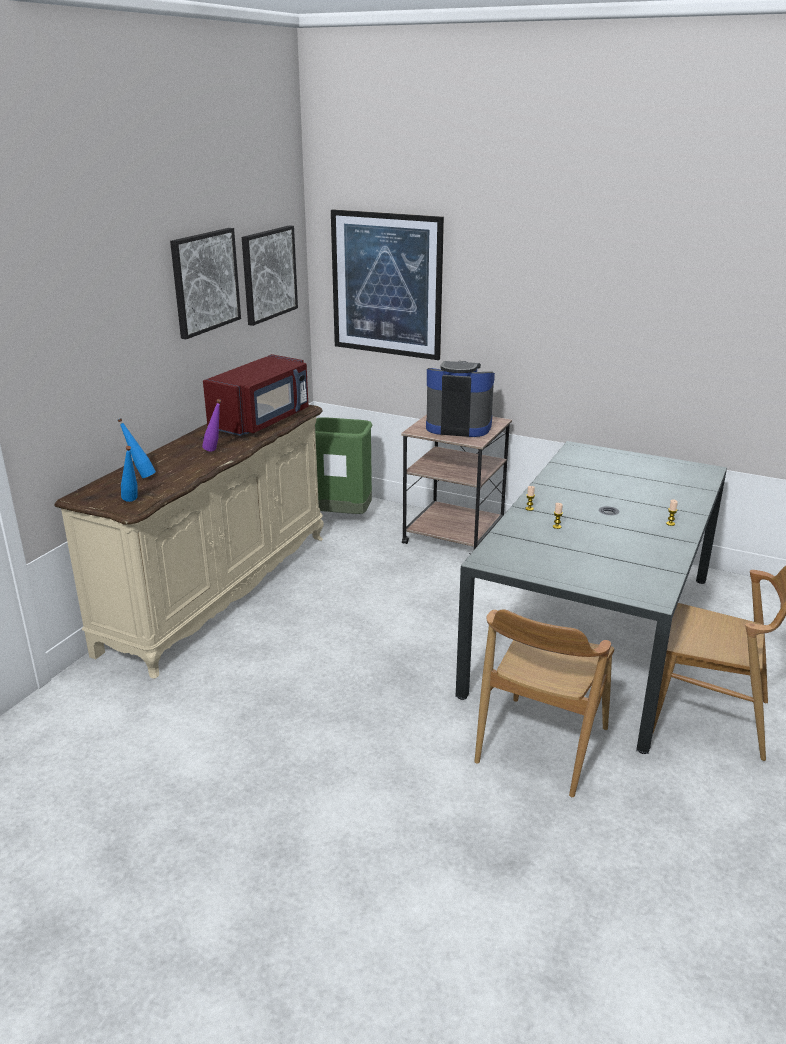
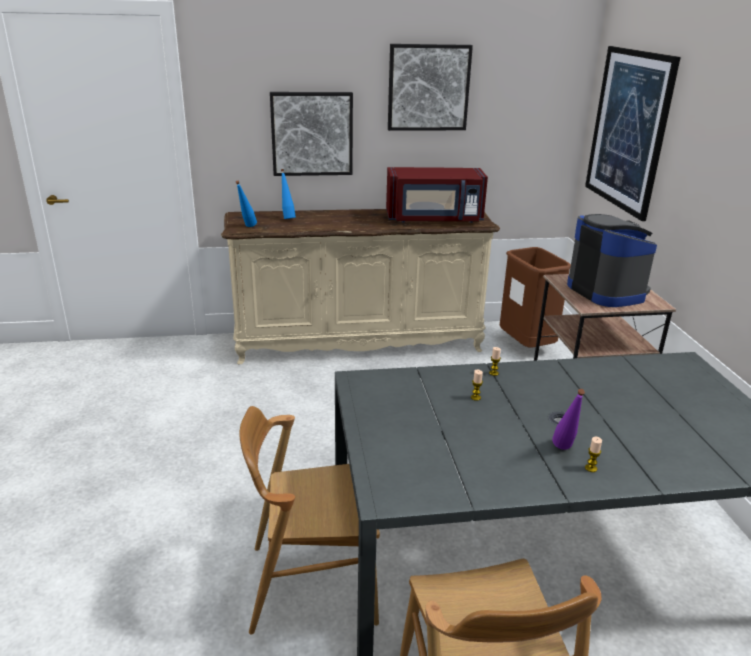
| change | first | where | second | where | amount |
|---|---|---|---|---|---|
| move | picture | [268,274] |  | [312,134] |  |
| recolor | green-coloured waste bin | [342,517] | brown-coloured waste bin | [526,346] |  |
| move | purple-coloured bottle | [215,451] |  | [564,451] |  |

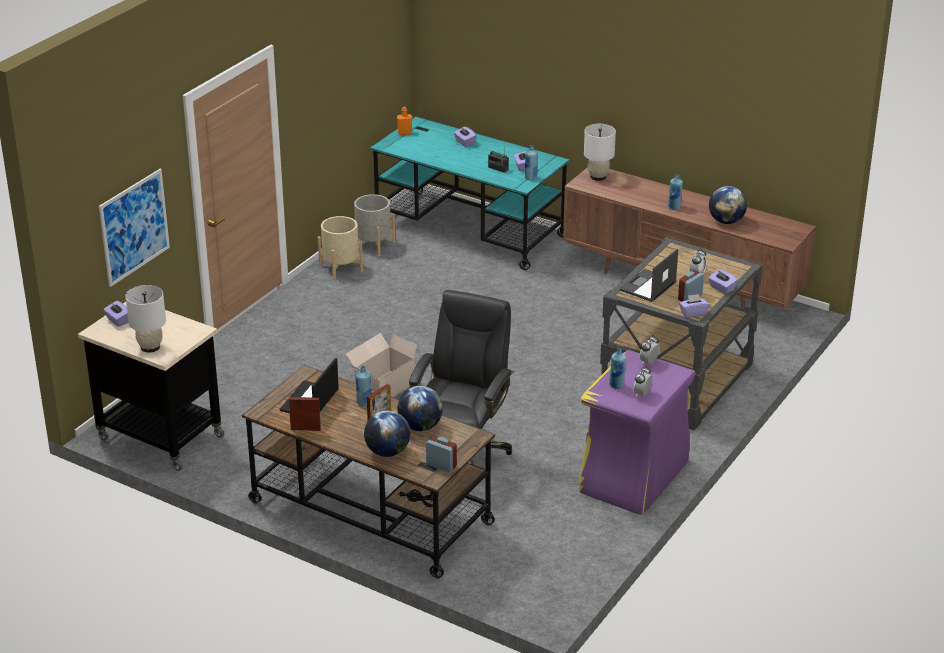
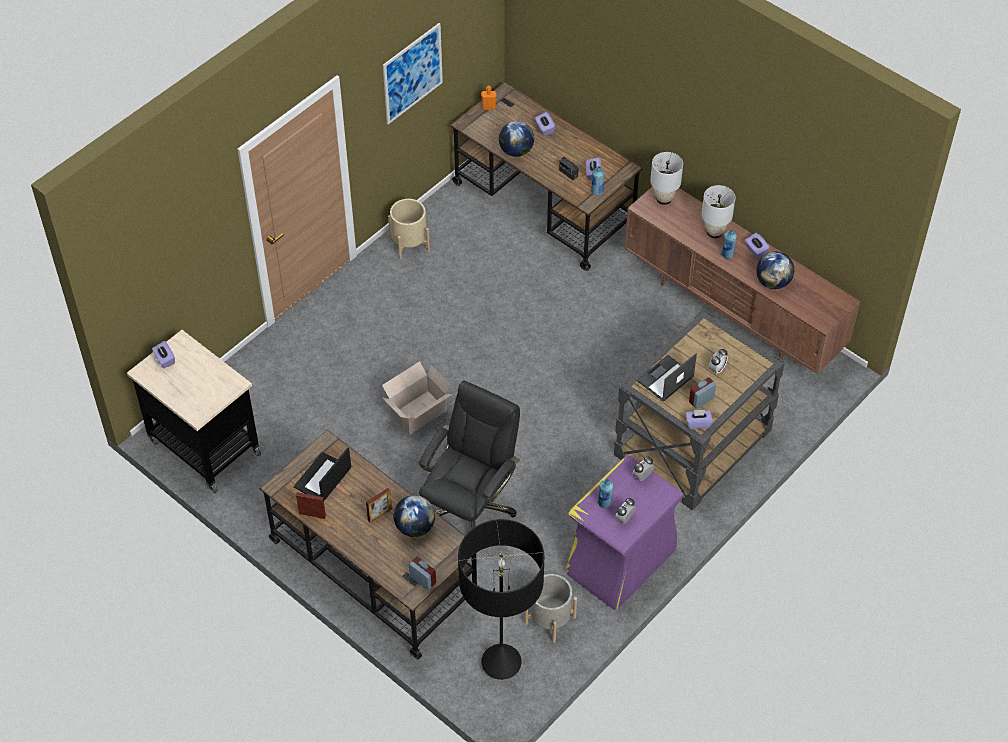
| change | first | where | second | where | amount |
|---|---|---|---|---|---|
| move | picture | [134,227] |  | [412,73] |  |
| recolor | turquoise-coloured desk unit | [469,229] | brown-coloured desk unit | [543,205] |  |
| insert |  |  | black standing lamp | [501,664] |  |
| move | desk globe | [387,452] |  | [516,151] |  |
| move | grey plant pot | [373,245] |  | [550,620] |  |
| move | whitish lamp for a table | [150,347] |  | [714,232] |  |
| move | purple-coloured tissue holder | [721,288] |  | [755,250] |  |
| delete | bluish bottle | [364,403] |  |  |  |

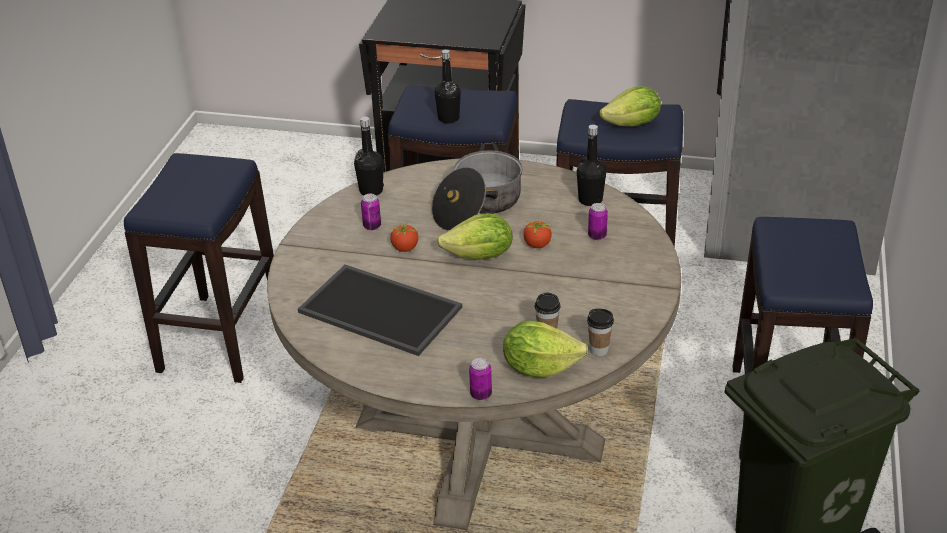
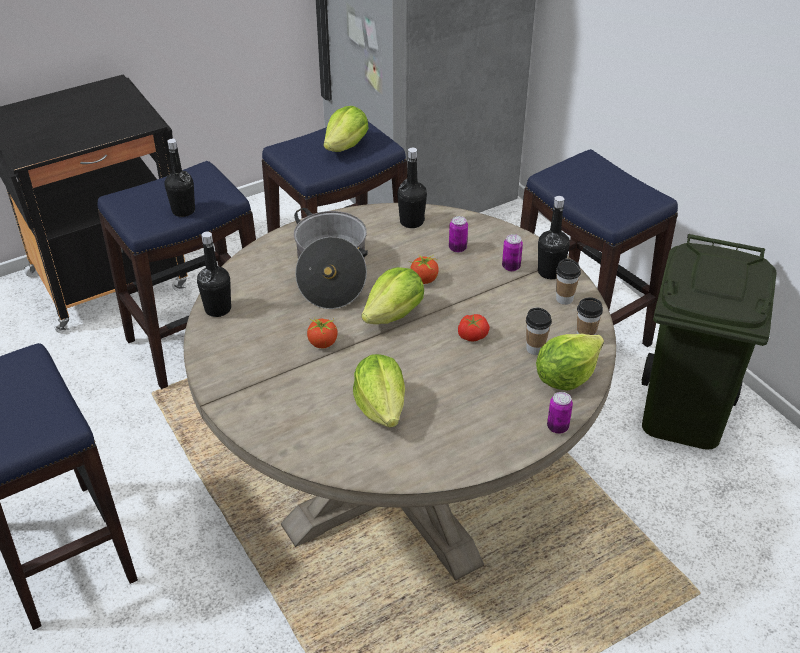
| change | first | where | second | where | amount |
|---|---|---|---|---|---|
| replace | carrying tray | [382,309] | head of lettuce | [381,407] |  |
| insert |  |  | tomato | [472,335] |  |
| move | sealed can | [372,226] |  | [511,267] |  |
| insert |  |  | black bottle | [550,272] |  |
| insert |  |  | cup | [564,299] |  |

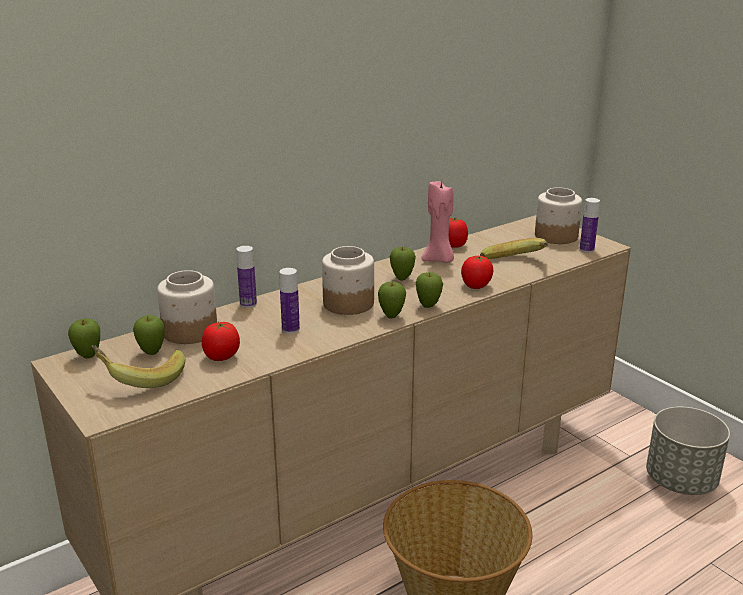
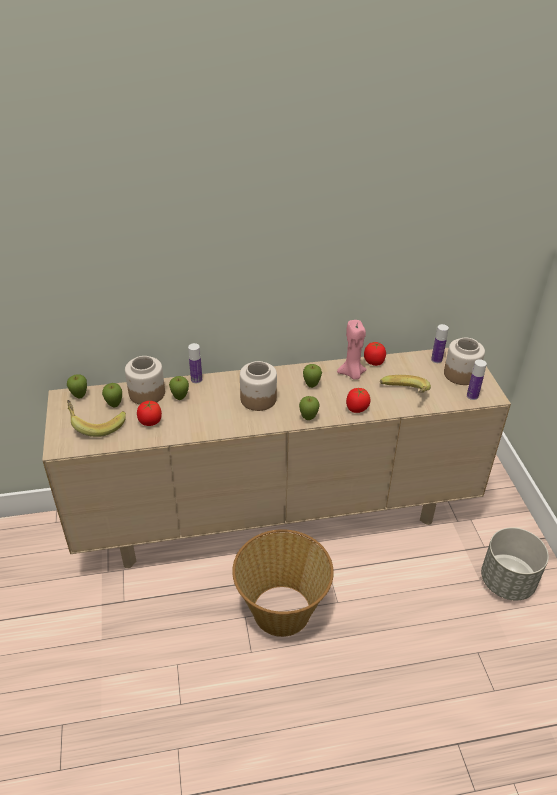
| change | first | where | second | where | amount |
|---|---|---|---|---|---|
| move | whole apple | [391,316] |  | [180,398] |  |
| move | bottle | [290,329] |  | [436,360] |  |

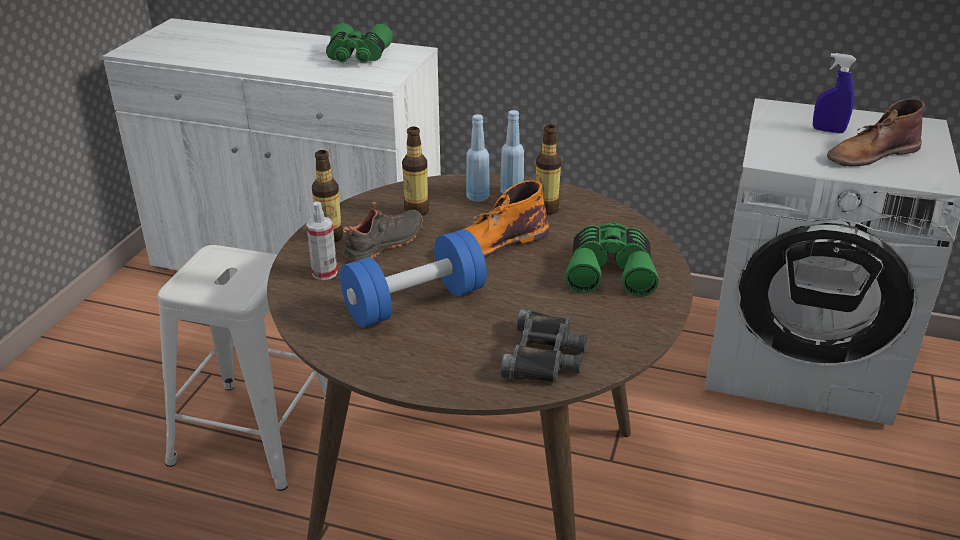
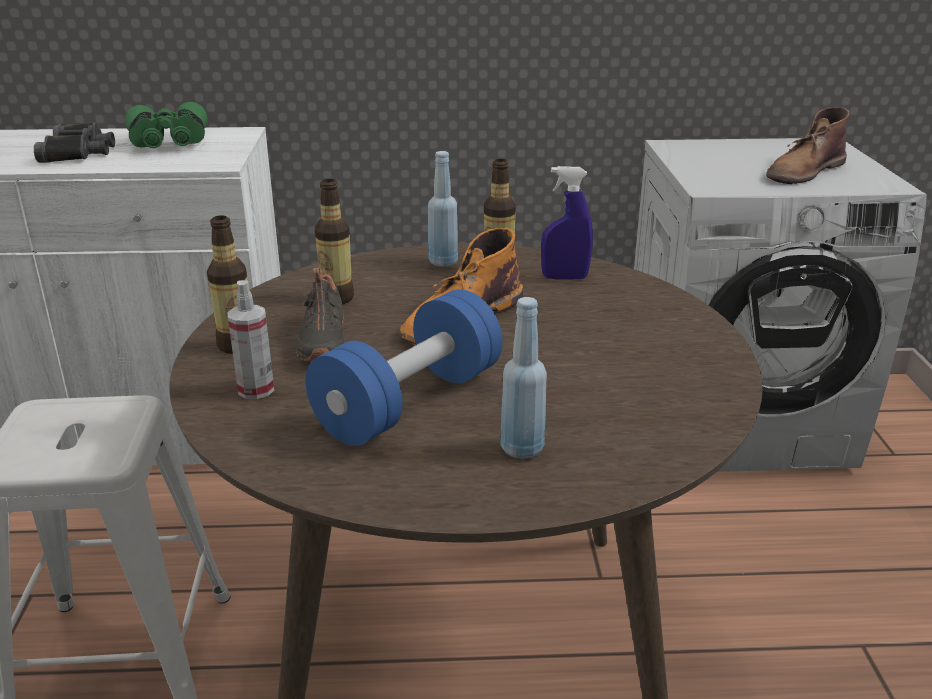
| change | first | where | second | where | amount |
|---|---|---|---|---|---|
| move | black binoculars | [544,356] |  | [78,152] |  |
| rotate | black item of footwear | [386,244] |  | [321,341] | 150 degrees clockwise |
| move | bluish bottle | [477,197] |  | [521,448] |  |
| move | bluish sprayer | [828,130] |  | [564,277] |  |
| delete | green-coloured binoculars | [610,271] |  |  |  |

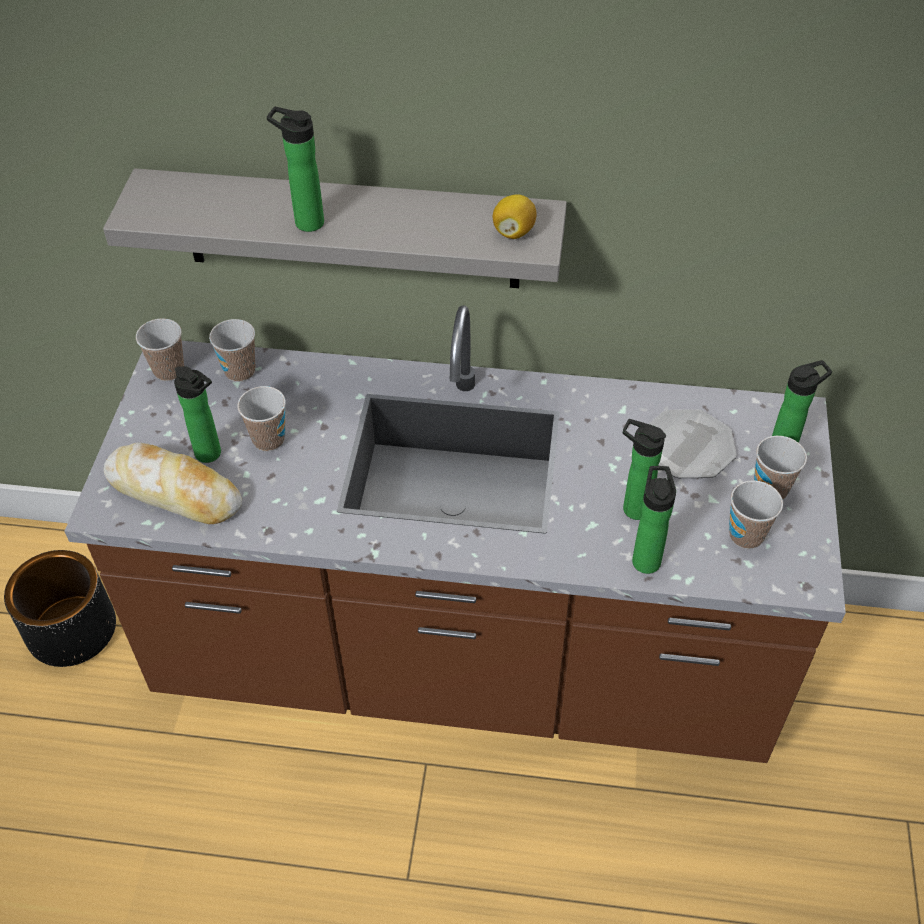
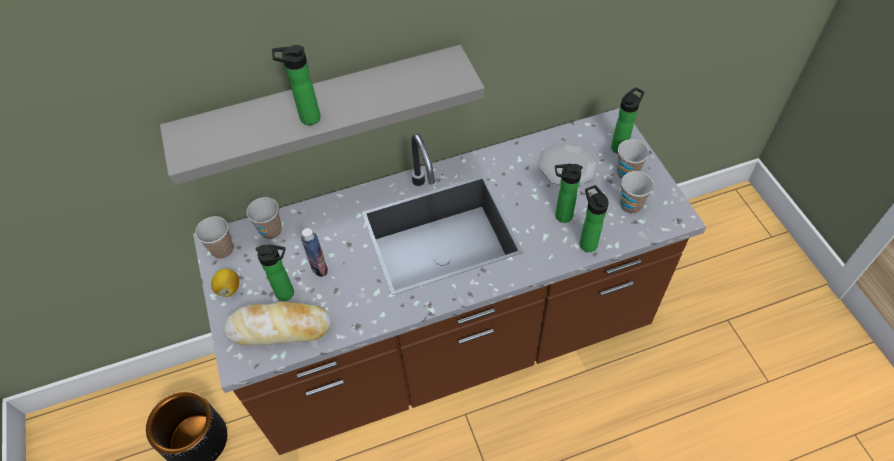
| change | first | where | second | where | amount |
|---|---|---|---|---|---|
| move | whole lemon | [514,232] |  | [228,288] |  |
| replace | cup | [268,440] | bottle | [319,267] |  |

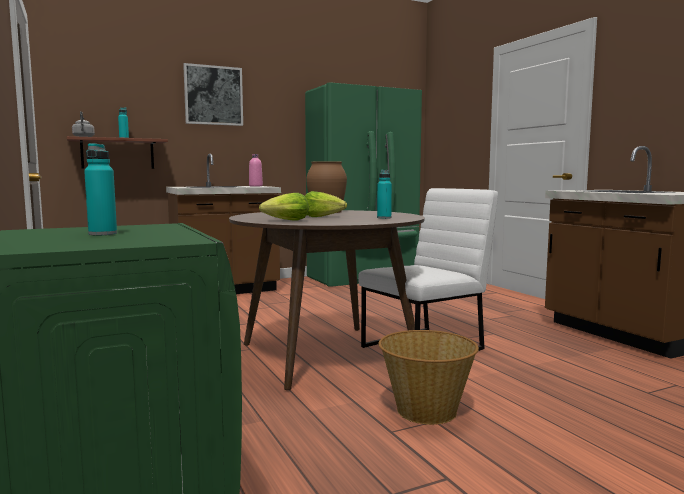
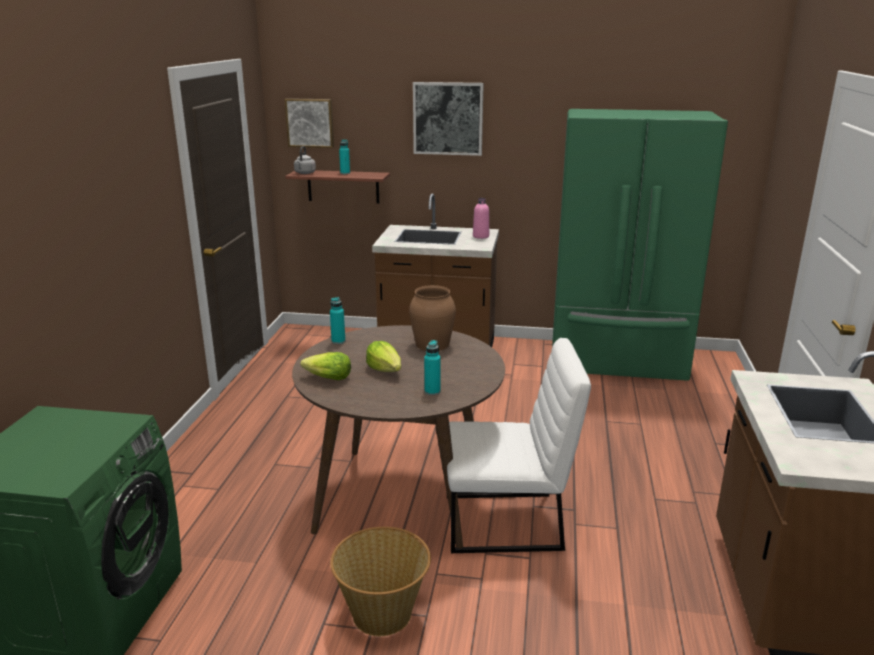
| change | first | where | second | where | amount |
|---|---|---|---|---|---|
| insert |  |  | picture | [310,122] |  |
| move | turquoise-coloured bottle | [102,234] |  | [338,341] |  |

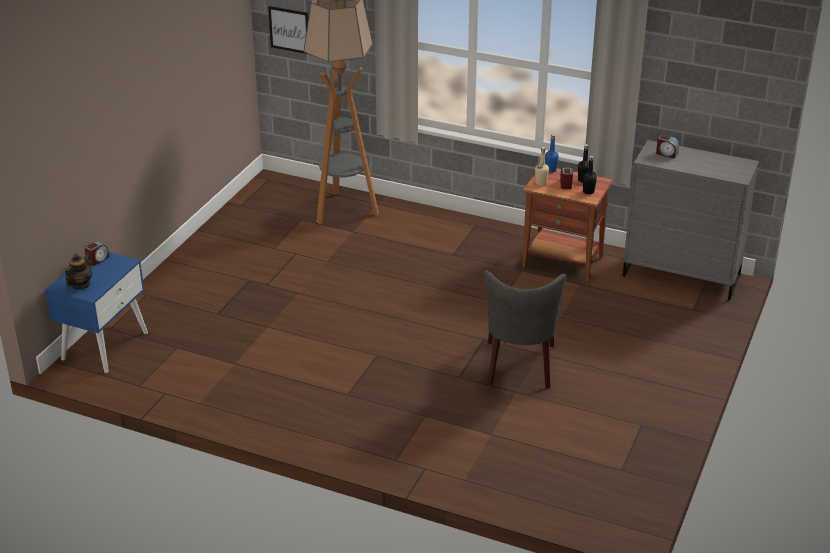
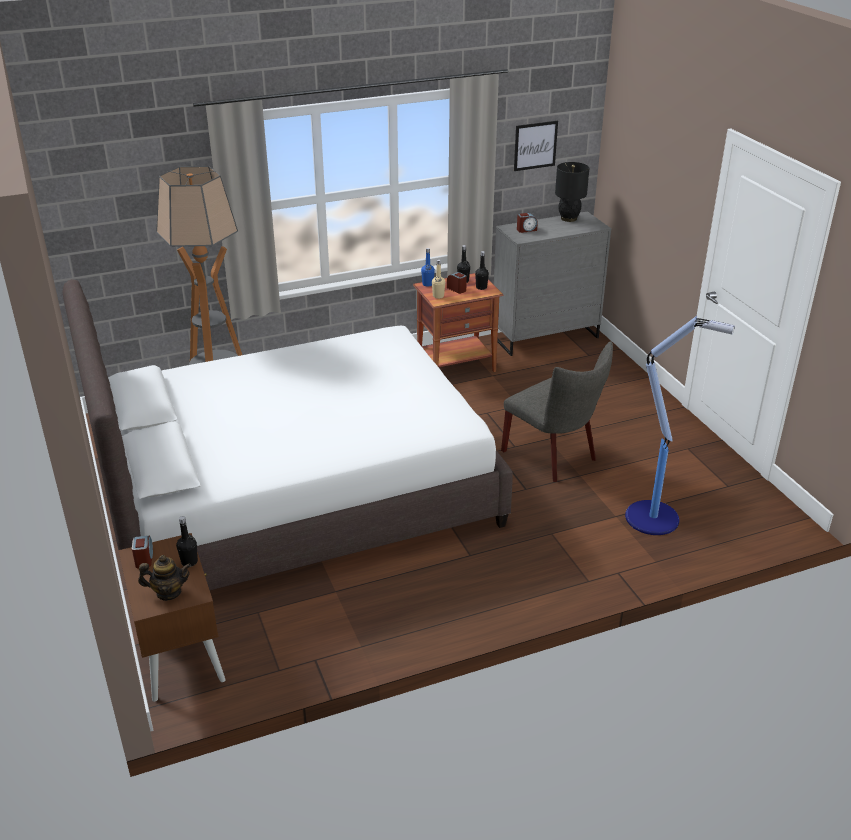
| change | first | where | second | where | amount |
|---|---|---|---|---|---|
| insert |  |  | whitish bed | [295,495] |  |
| recolor | bluish night table | [105,345] | brown-coloured night table | [180,656] |  |
| rotate | teapot | [80,285] |  | [168,592] | 105 degrees clockwise |
| insert |  |  | black bottle | [189,562] |  |
| move | picture | [289,29] |  | [535,145] |  |
| insert |  |  | black lamp for a table | [568,218] |  |
| insert |  |  | standing lamp | [654,518] |  |

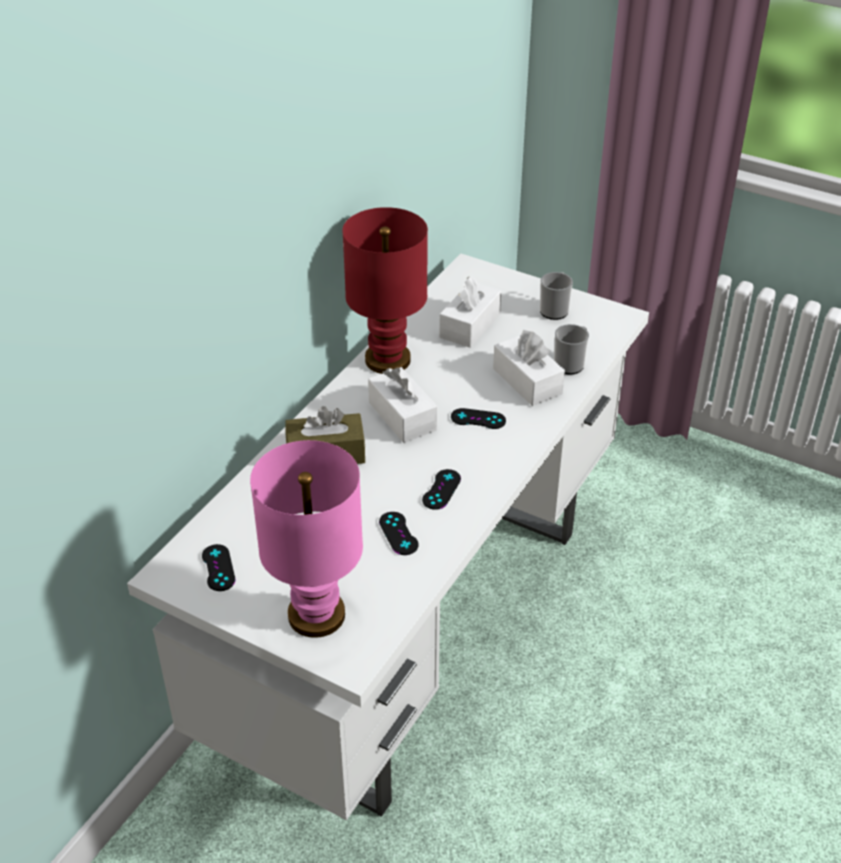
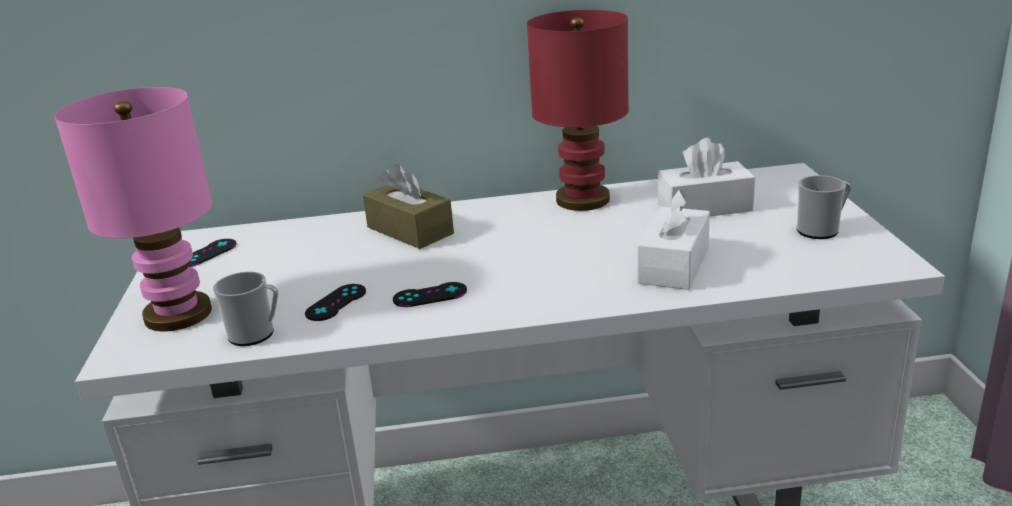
| change | first | where | second | where | amount |
|---|---|---|---|---|---|
| move | mug | [571,363] |  | [256,334] |  |
| delete | whitish tissue holder | [402,416] |  |  |  |
| delete | black game controller | [478,419] |  |  |  |

